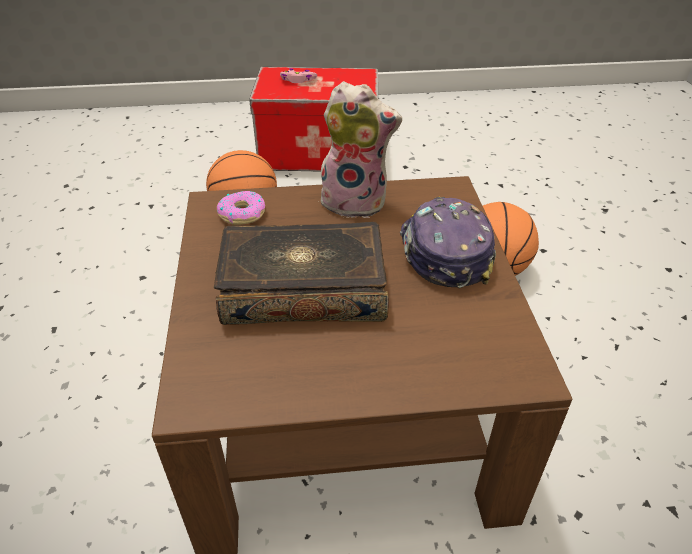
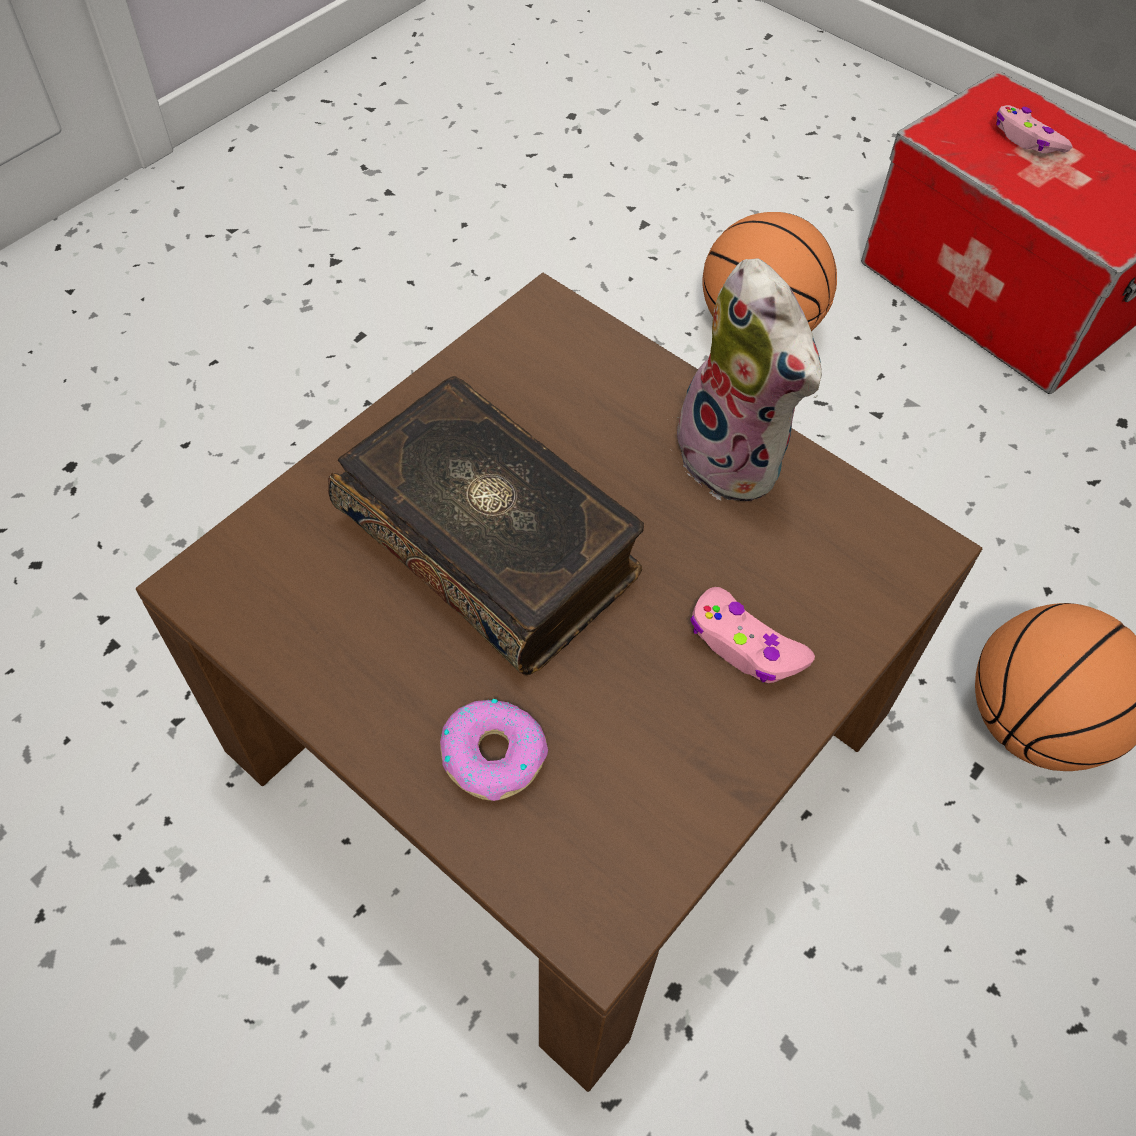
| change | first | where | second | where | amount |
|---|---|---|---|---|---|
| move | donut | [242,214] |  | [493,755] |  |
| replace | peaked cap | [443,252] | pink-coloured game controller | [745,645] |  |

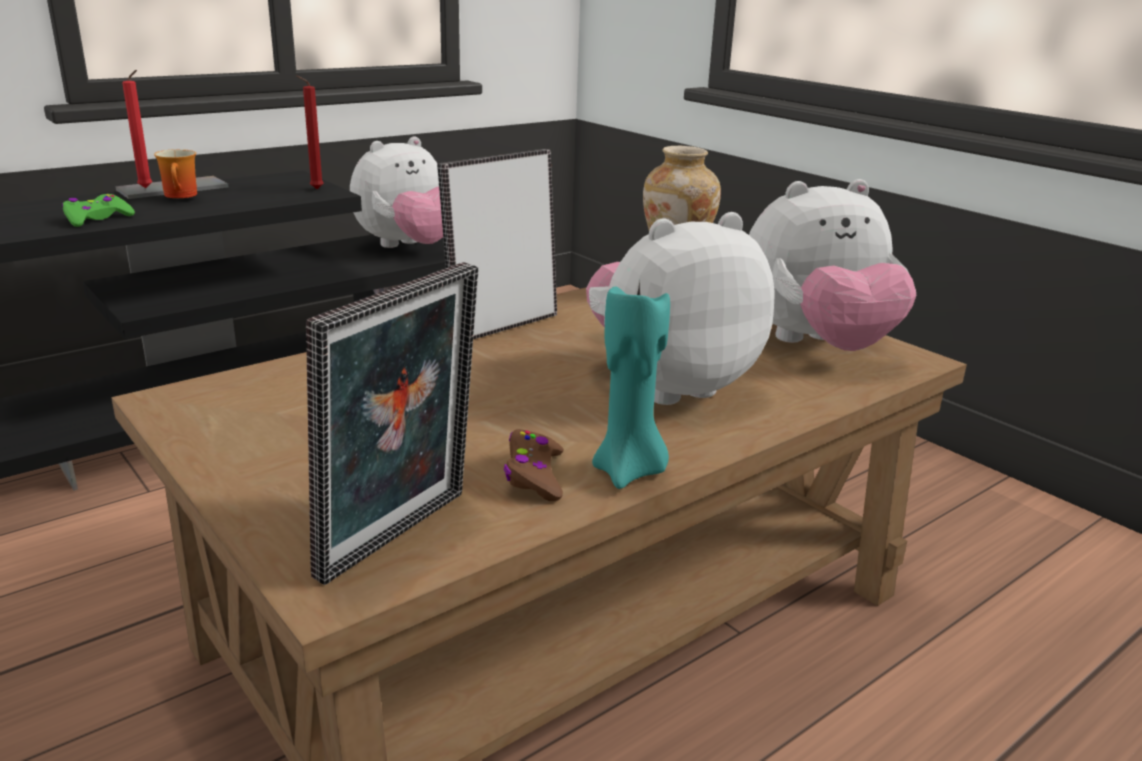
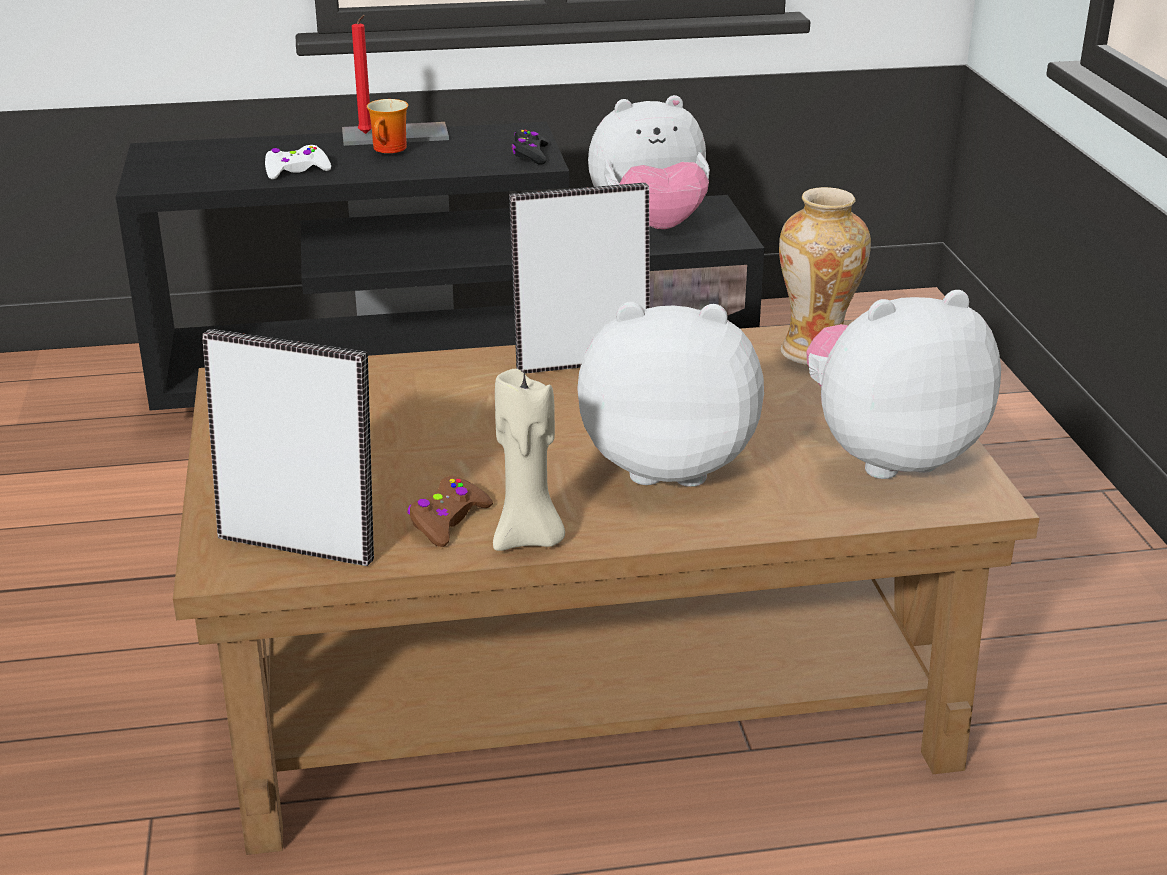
| change | first | where | second | where | amount |
|---|---|---|---|---|---|
| rotate | picture frame | [402,537] |  | [300,543] | 135 degrees counterclockwise |
| recolor | green-coloured game controller | [97,219] | whitish game controller | [296,170] |  |
| recolor | turquoise-coloured candle | [629,472] | beige candle | [529,539] |  |
| replace | red-coloured candle | [314,189] | black game controller | [530,155] |  |
| rotate | soft toy | [816,345] |  | [888,455] | 150 degrees clockwise |

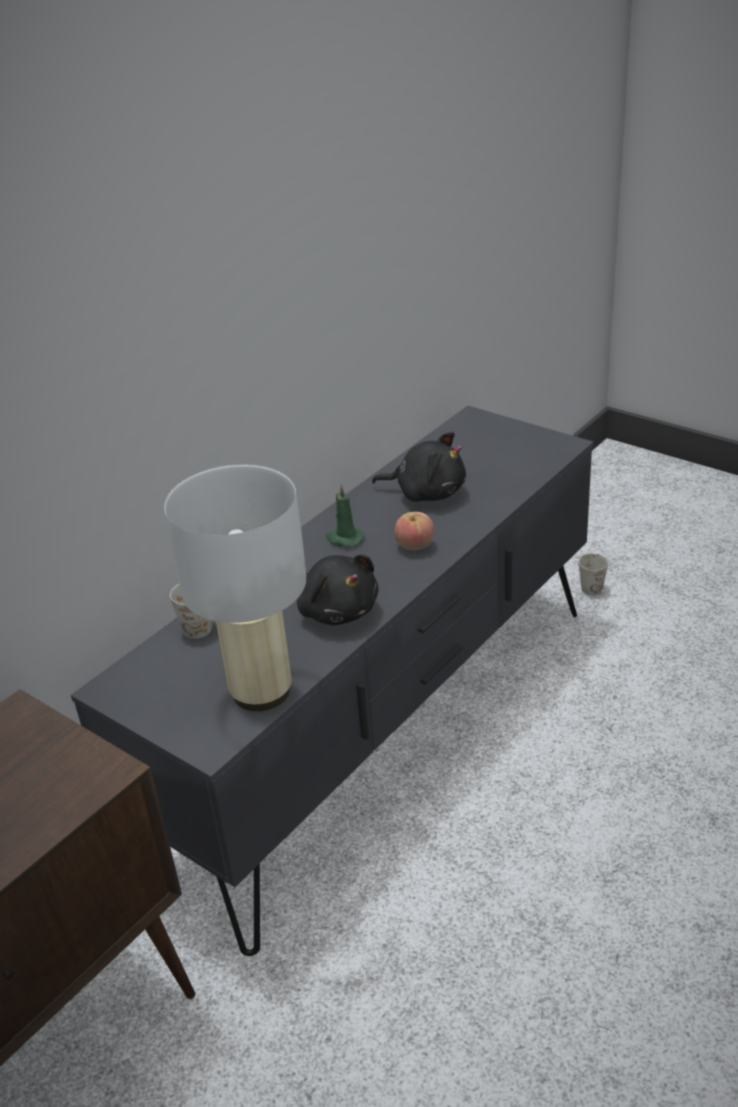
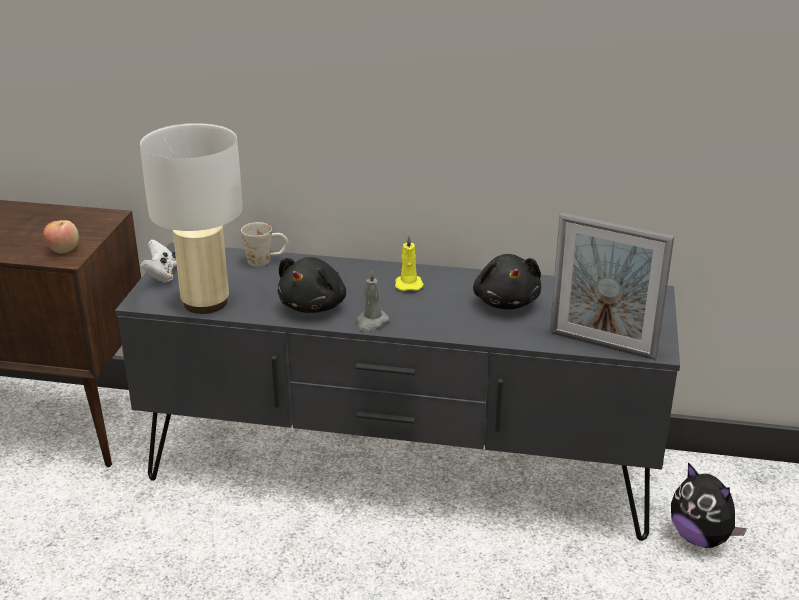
| change | first | where | second | where | amount |
|---|---|---|---|---|---|
| move | whole apple | [414,545] |  | [63,249] |  |
| insert |  |  | whitish game controller | [161,275] |  |
| insert |  |  | grey candle | [371,322] |  |
| recolor | green-coloured candle | [344,539] | yellow-coloured candle | [408,284] |  |
| insert |  |  | picture frame | [602,345] |  |
| replace | whitish mug | [589,585] | soft toy | [701,537] |  |

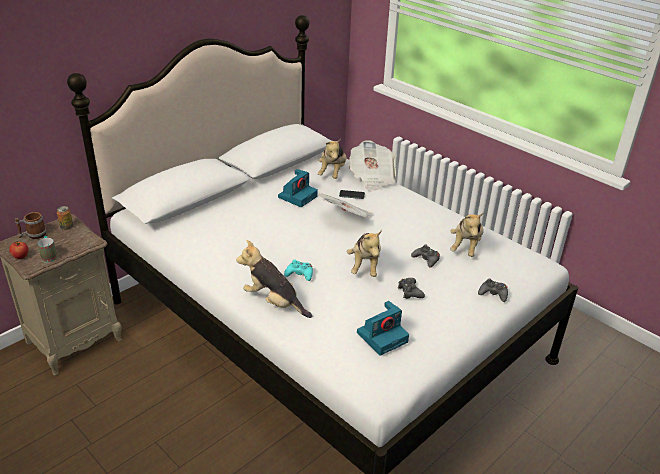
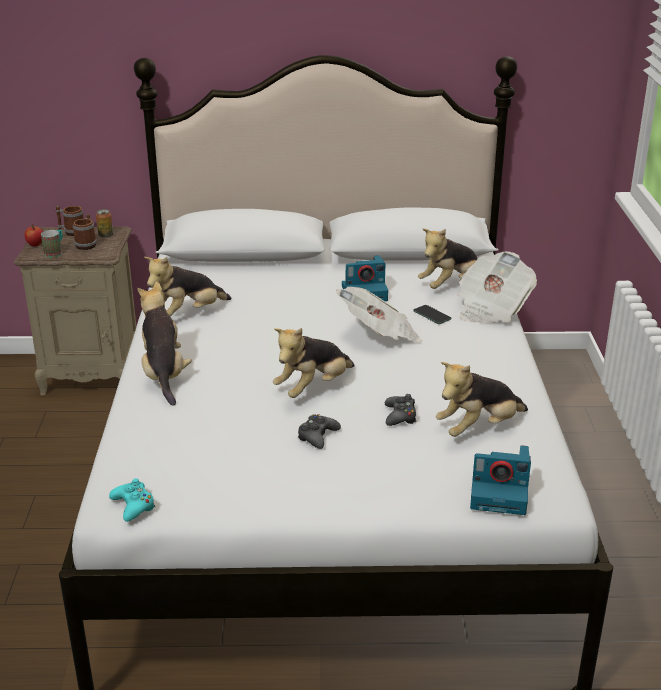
| change | first | where | second | where | amount |
|---|---|---|---|---|---|
| insert |  |  | mug | [87,244] |  |
| move | turquoise-coloured game controller | [299,274] |  | [133,506] |  |
| insert |  |  | soft toy | [188,314] |  |
| move | photo camera | [382,336] |  | [500,493] |  |
| delete | black game controller | [493,294] |  |  |  |

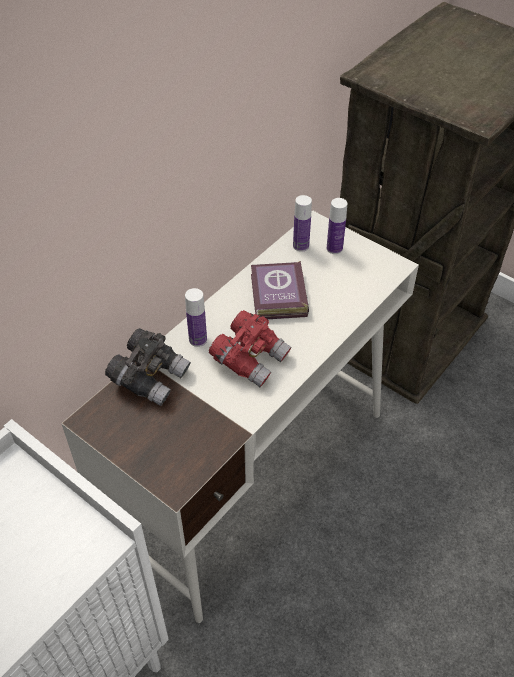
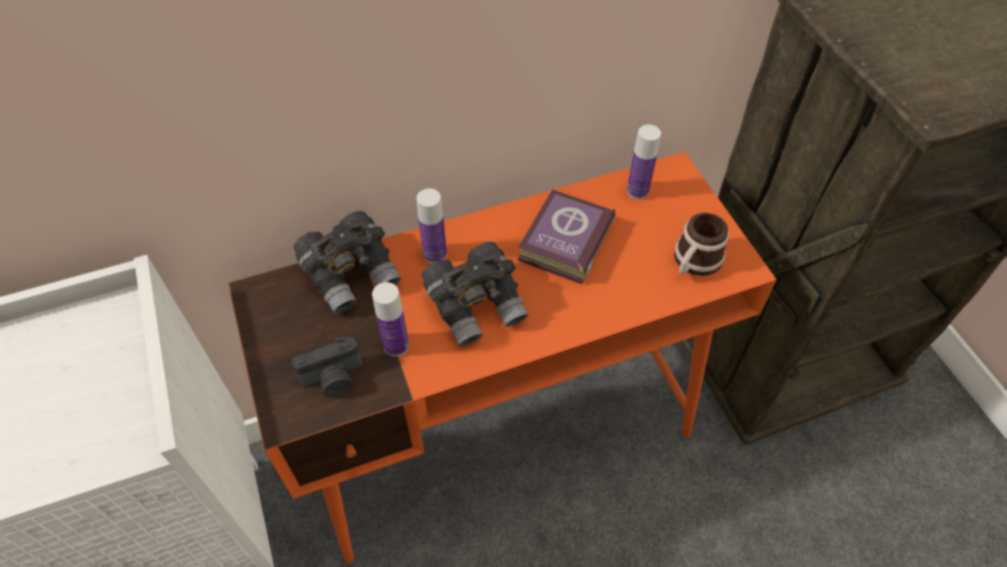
| change | first | where | second | where | amount |
|---|---|---|---|---|---|
| recolor | whitish desk unit | [256,477] | orange desk unit | [504,436] |  |
| insert |  |  | photo camera | [334,379] |  |
| move | bottle | [334,248] |  | [396,345] |  |
| recolor | red-coloured binoculars | [250,359] | grey binoculars | [477,305] |  |
| insert |  |  | mug | [694,262] |  |

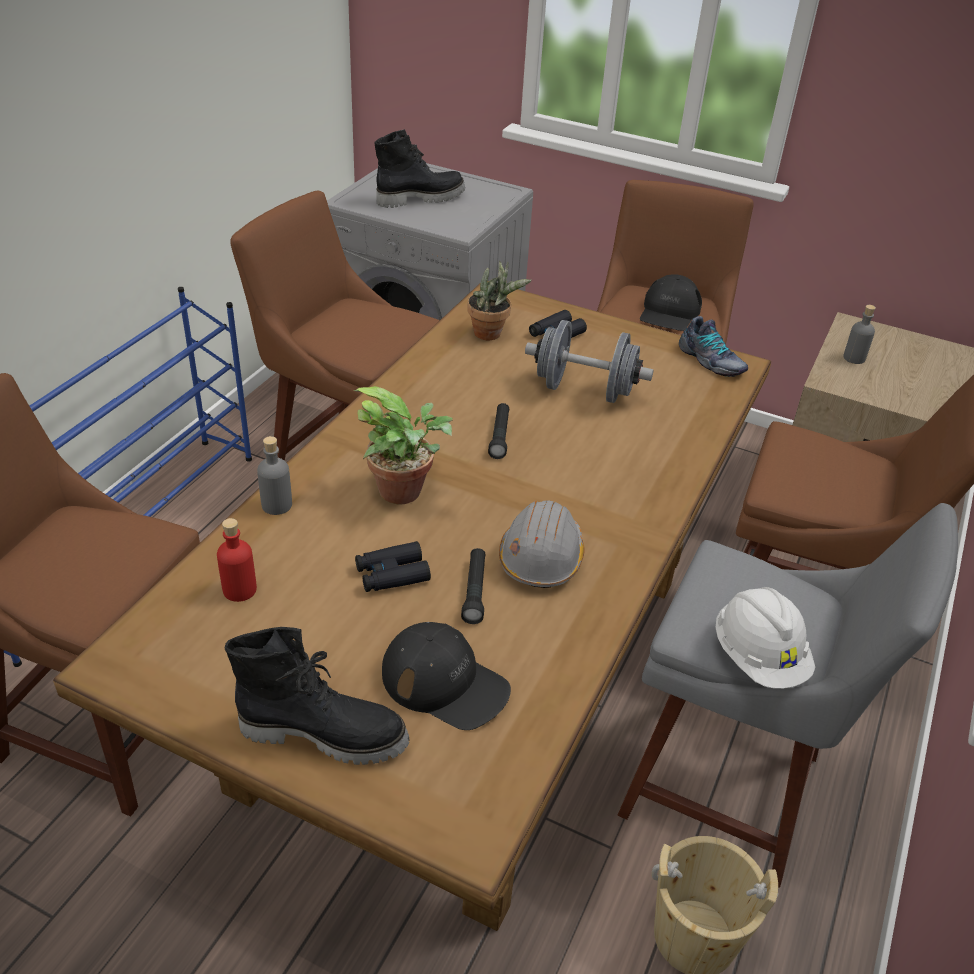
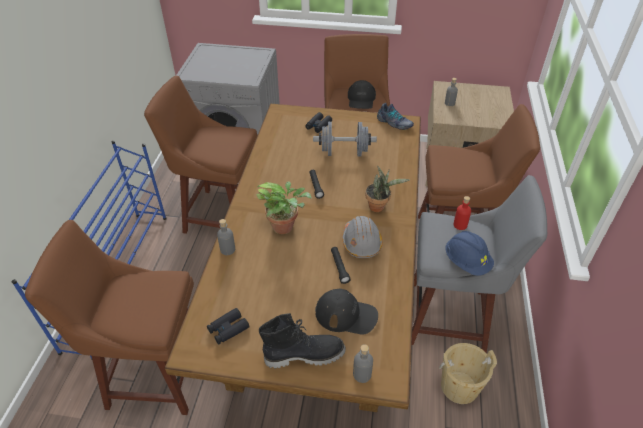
| change | first | where | second | where | amount |
|---|---|---|---|---|---|
| move | black binoculars | [392,574] |  | [228,329] |  |
| insert |  |  | grey bottle | [362,374] |  |
| move | houseplant | [491,334] |  | [379,206] |  |
| recolor | whitish safety helmet | [758,658] | bluish safety helmet | [466,262] |  |
| move | red-coloured bottle | [239,589] |  | [460,225] |  |
| delete | black tall boot | [420,198] |  |  |  |

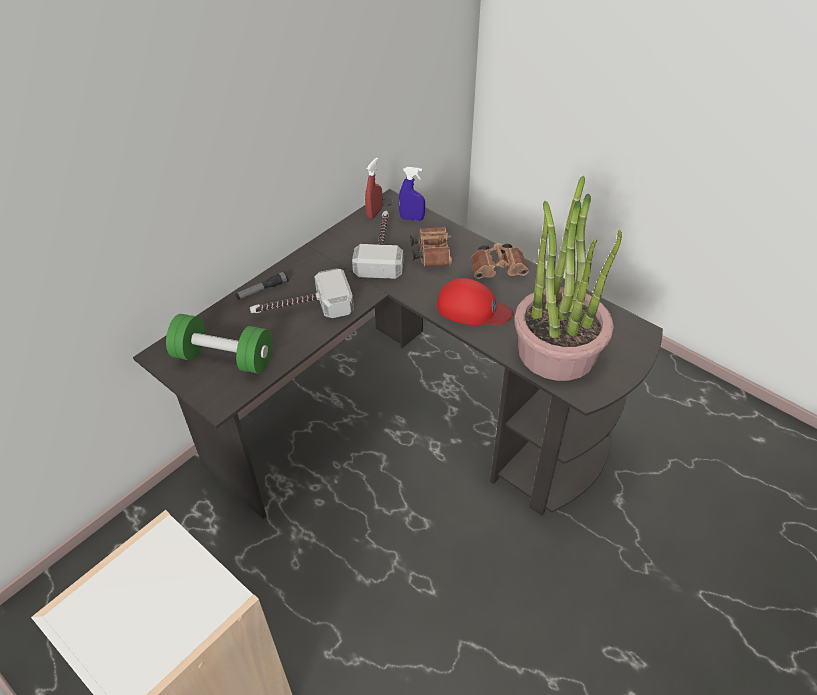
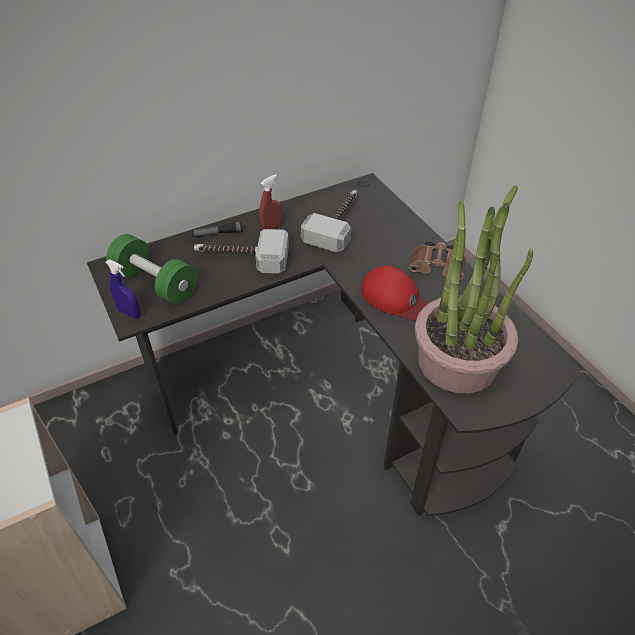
| change | first | where | second | where | amount |
|---|---|---|---|---|---|
| move | bluish sprayer | [412,218] |  | [129,313] |  |
| move | red-coloured sprayer | [374,213] |  | [271,228] |  |
| delete | brown-coloured binoculars | [431,253] |  |  |  |

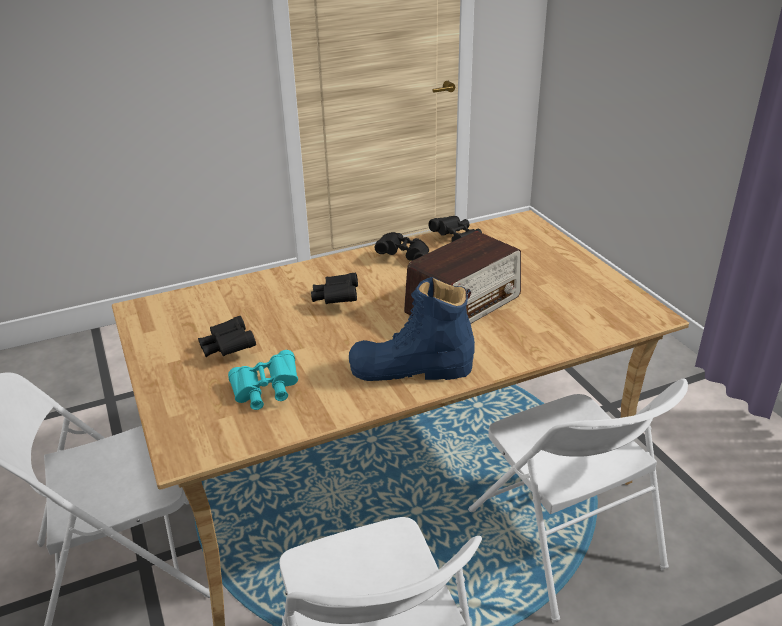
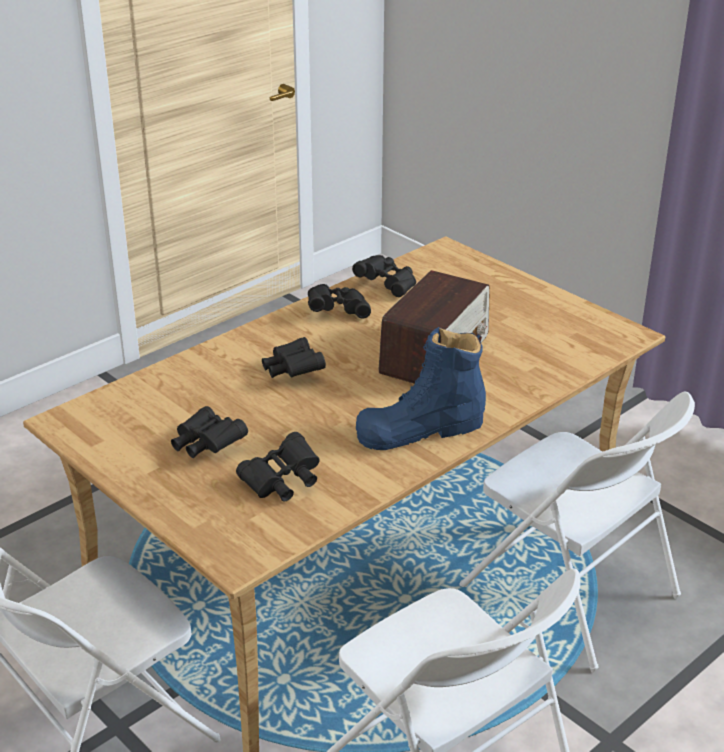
| change | first | where | second | where | amount |
|---|---|---|---|---|---|
| recolor | turquoise-coloured binoculars | [265,392] | black binoculars | [282,482] |  |

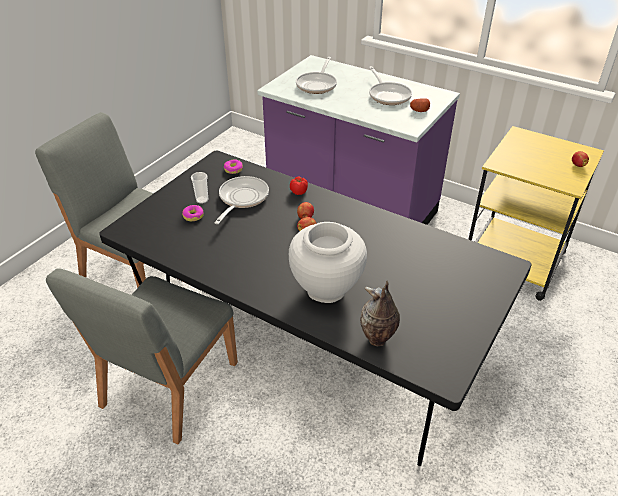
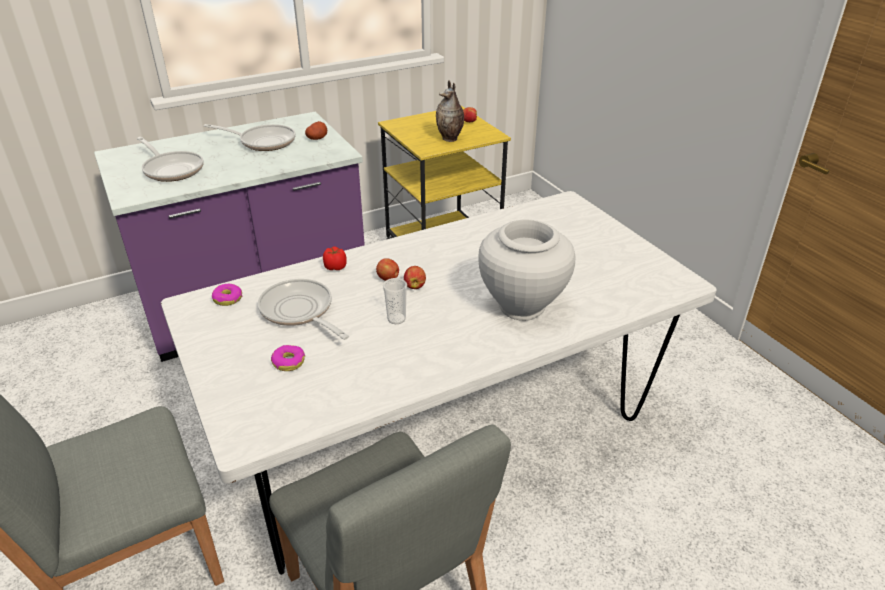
| change | first | where | second | where | amount |
|---|---|---|---|---|---|
| recolor | black kitchen table | [310,353] | whitish kitchen table | [442,439] |  |
| move | cup | [202,200] |  | [396,319] |  |
| move | vase | [377,339] |  | [450,139] |  |

